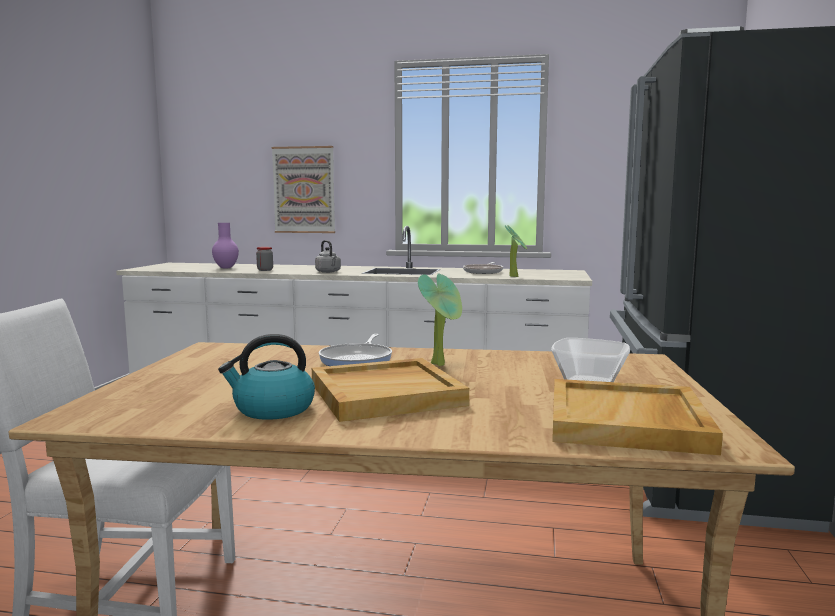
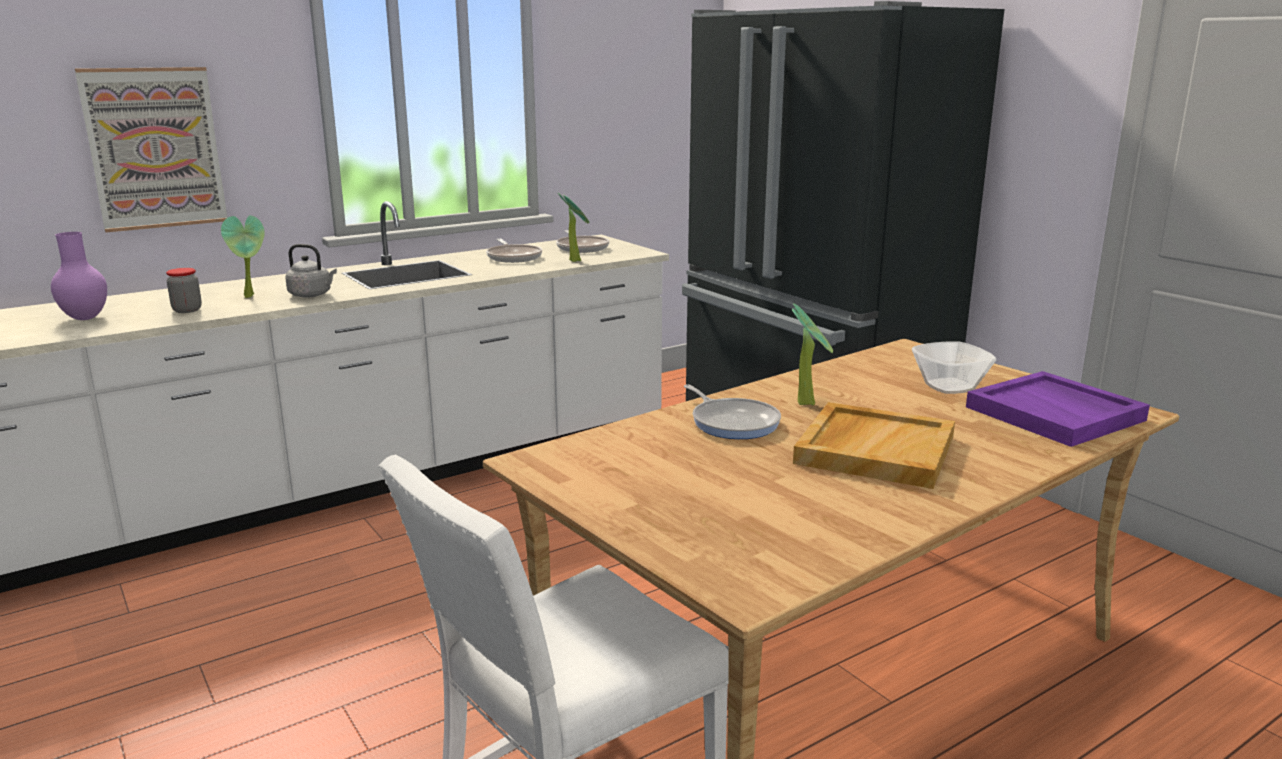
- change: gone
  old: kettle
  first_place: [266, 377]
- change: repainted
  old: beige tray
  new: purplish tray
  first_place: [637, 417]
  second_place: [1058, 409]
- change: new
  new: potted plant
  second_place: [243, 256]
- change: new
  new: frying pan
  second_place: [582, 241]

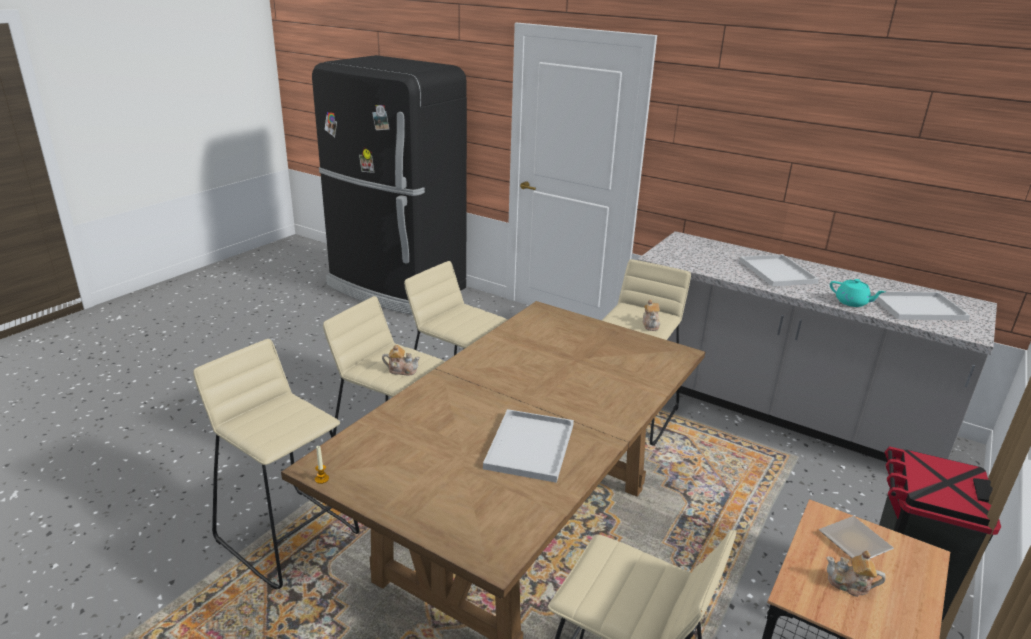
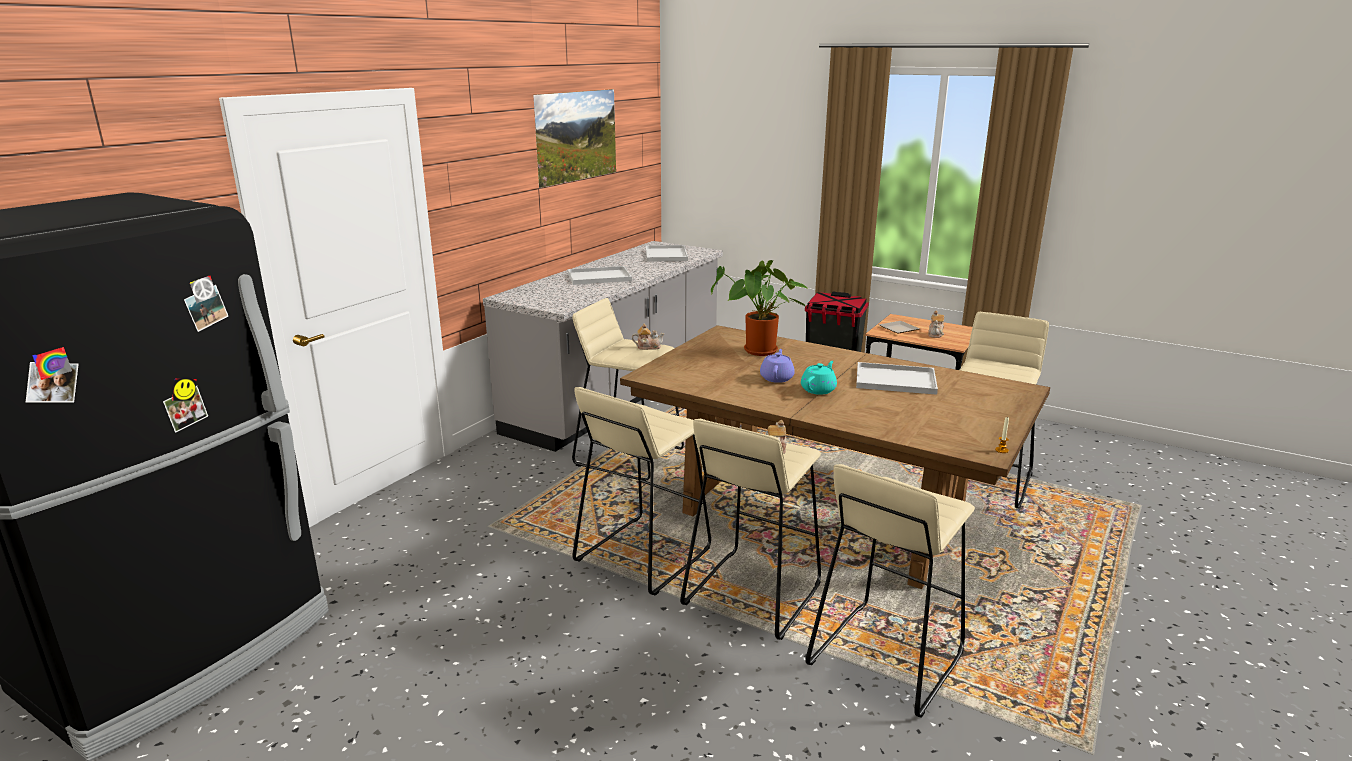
- change: shifted
  old: turquoise-coloured pot for tea
  first_place: [857, 293]
  second_place: [819, 378]
- change: new
  new: wall picture
  second_place: [574, 138]
- change: new
  new: potted plant
  second_place: [760, 308]
- change: new
  new: purplish pot for tea
  second_place: [777, 366]

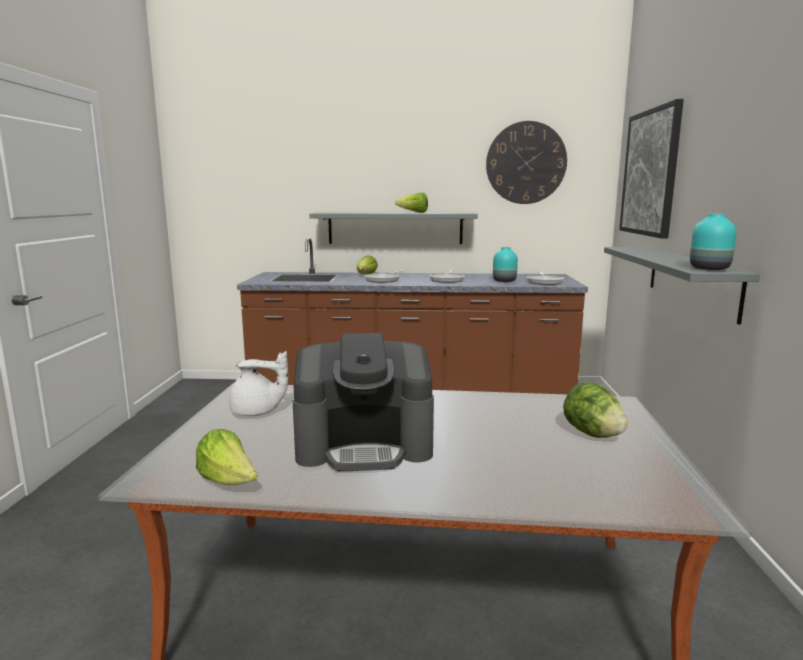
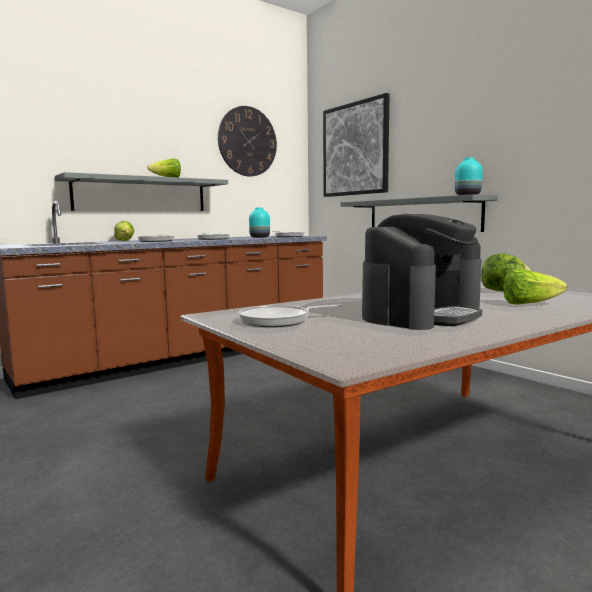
- change: swapped
  old: whitish pot for tea
  new: frying pan
  first_place: [258, 383]
  second_place: [290, 315]
- change: shifted
  old: lettuce head
  first_place: [226, 457]
  second_place: [535, 287]

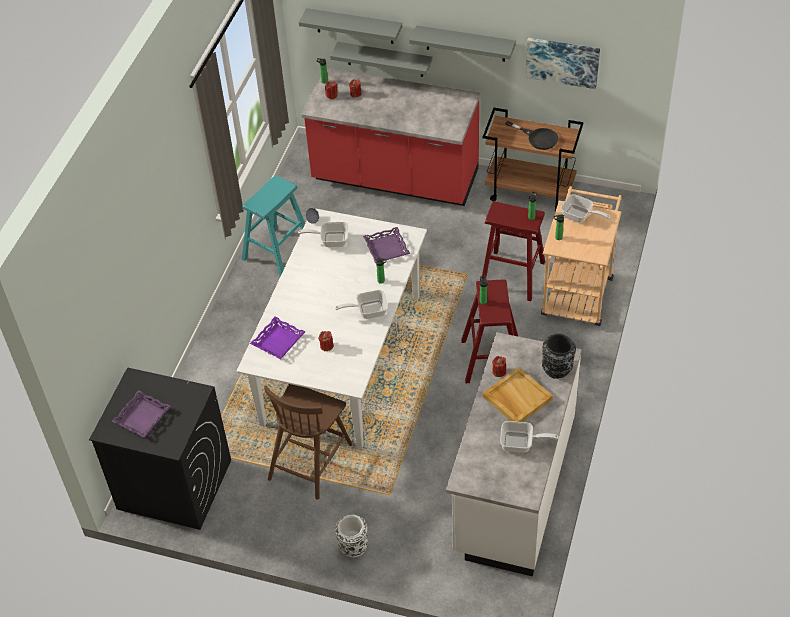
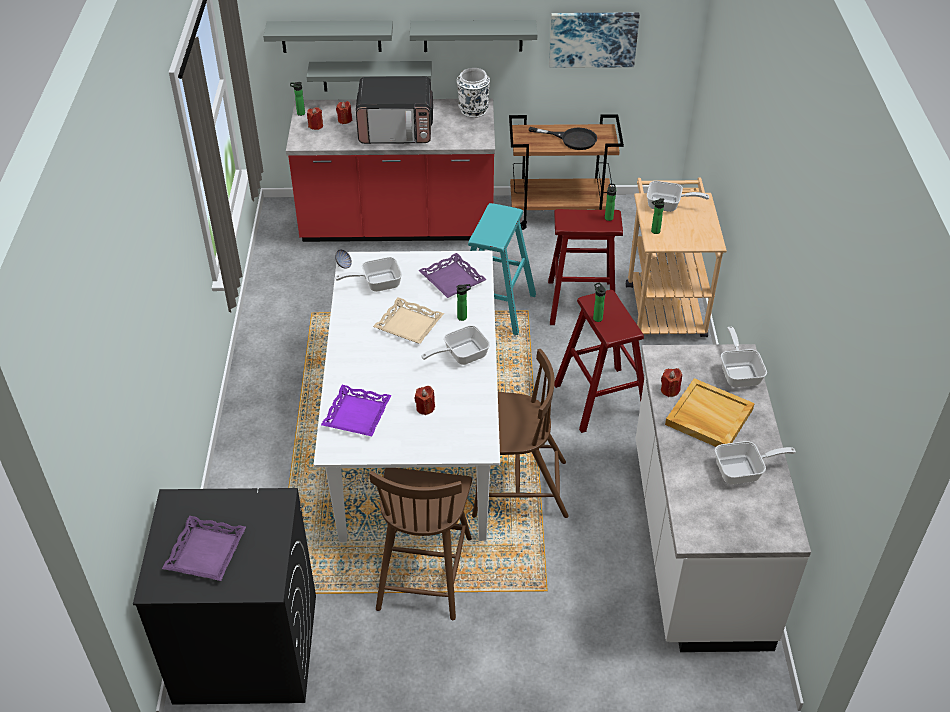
- change: shifted
  old: turquoise-coloured stool seat
  first_place: [273, 226]
  second_place: [502, 269]
- change: swapped
  old: black-coloured flower vase
  new: frying pan
  first_place: [559, 356]
  second_place: [744, 357]
- change: shifted
  old: whitish flower vase
  first_place: [351, 536]
  second_place: [473, 93]
- change: new
  new: microwave
  second_place: [394, 110]
- change: new
  new: beige tray
  second_place: [408, 320]
- change: new
  new: brown-coloured plain chair
  second_place: [520, 433]

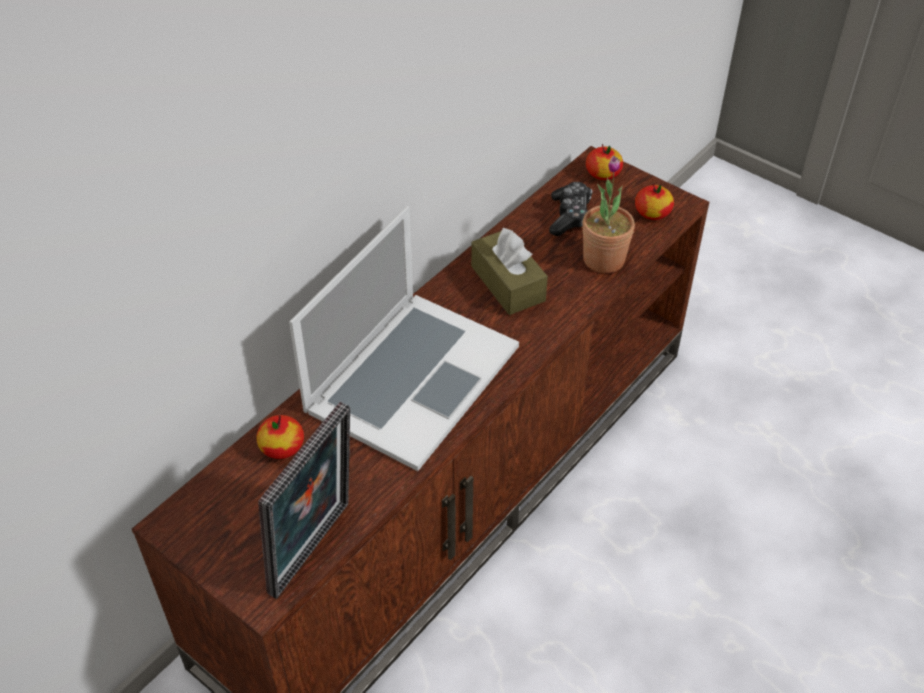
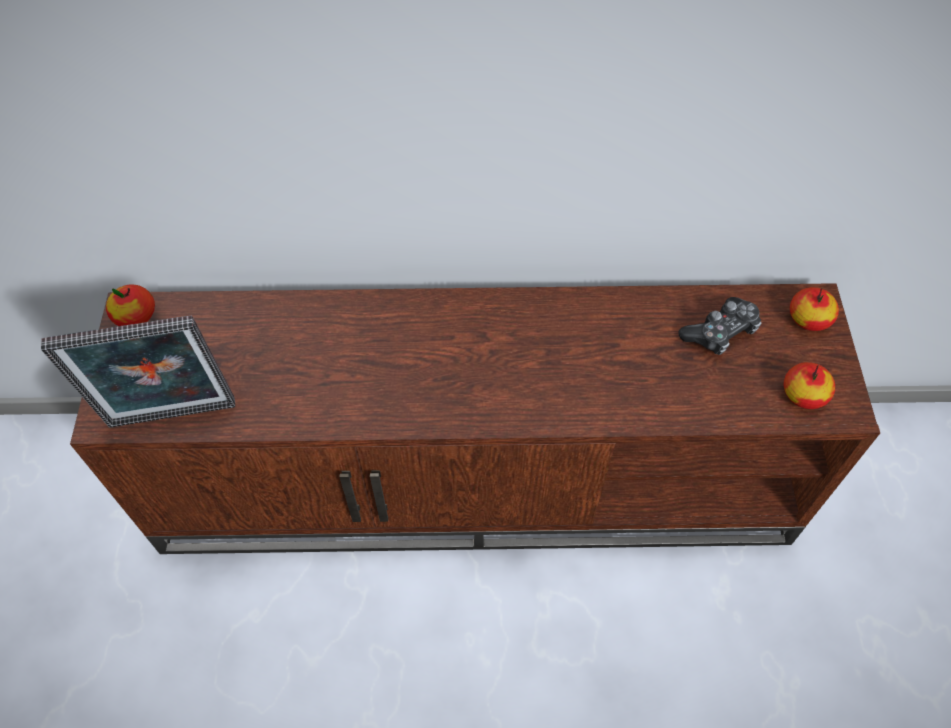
- change: gone
  old: potted plant
  first_place: [609, 214]
- change: gone
  old: notebook computer
  first_place: [404, 338]
- change: gone
  old: brown-coloured tissue box
  first_place: [509, 271]
- change: shifted
  old: apple
  first_place: [280, 437]
  second_place: [130, 305]

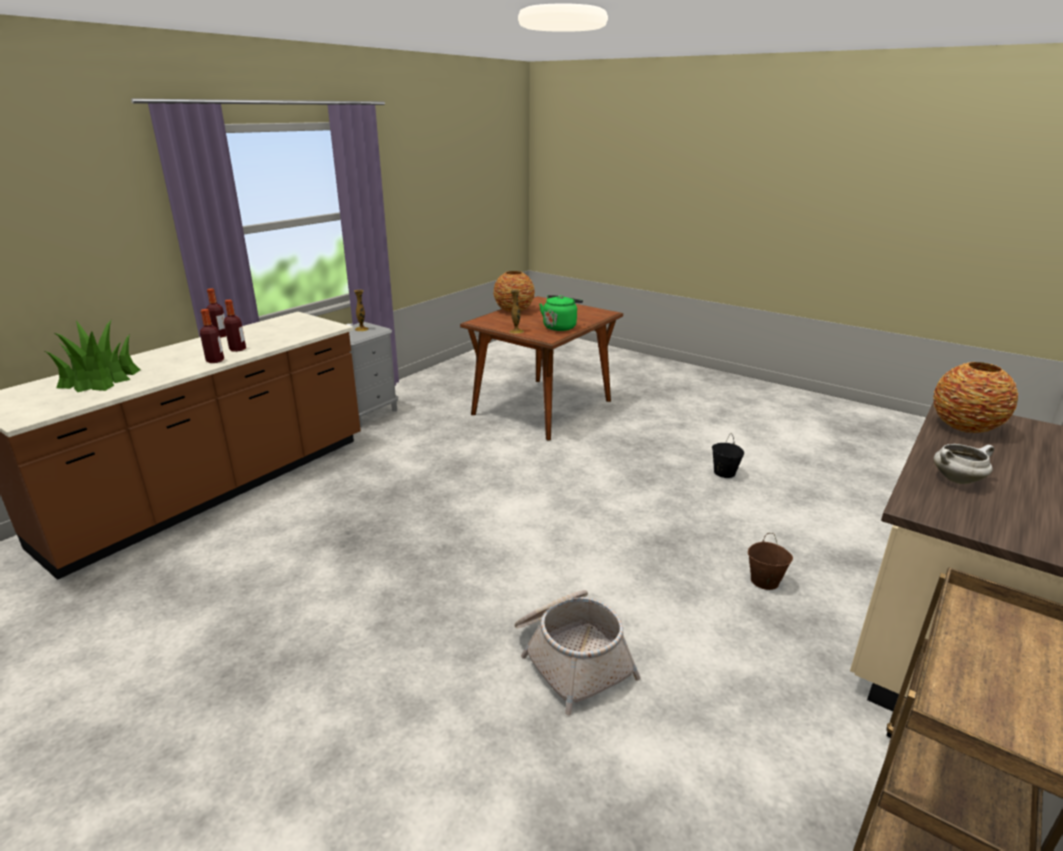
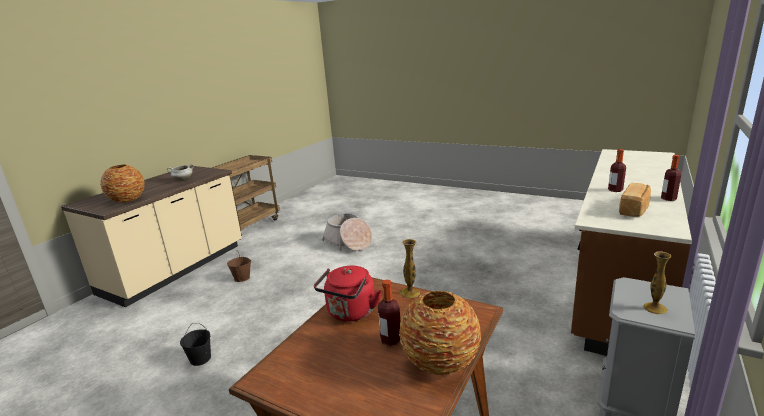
- change: repainted
  old: greenish kettle
  new: red-coloured kettle
  first_place: [561, 313]
  second_place: [348, 294]
- change: shifted
  old: bottle
  first_place: [212, 336]
  second_place: [389, 313]
- change: gone
  old: potted plant
  first_place: [92, 356]
- change: new
  new: bread
  second_place: [635, 200]

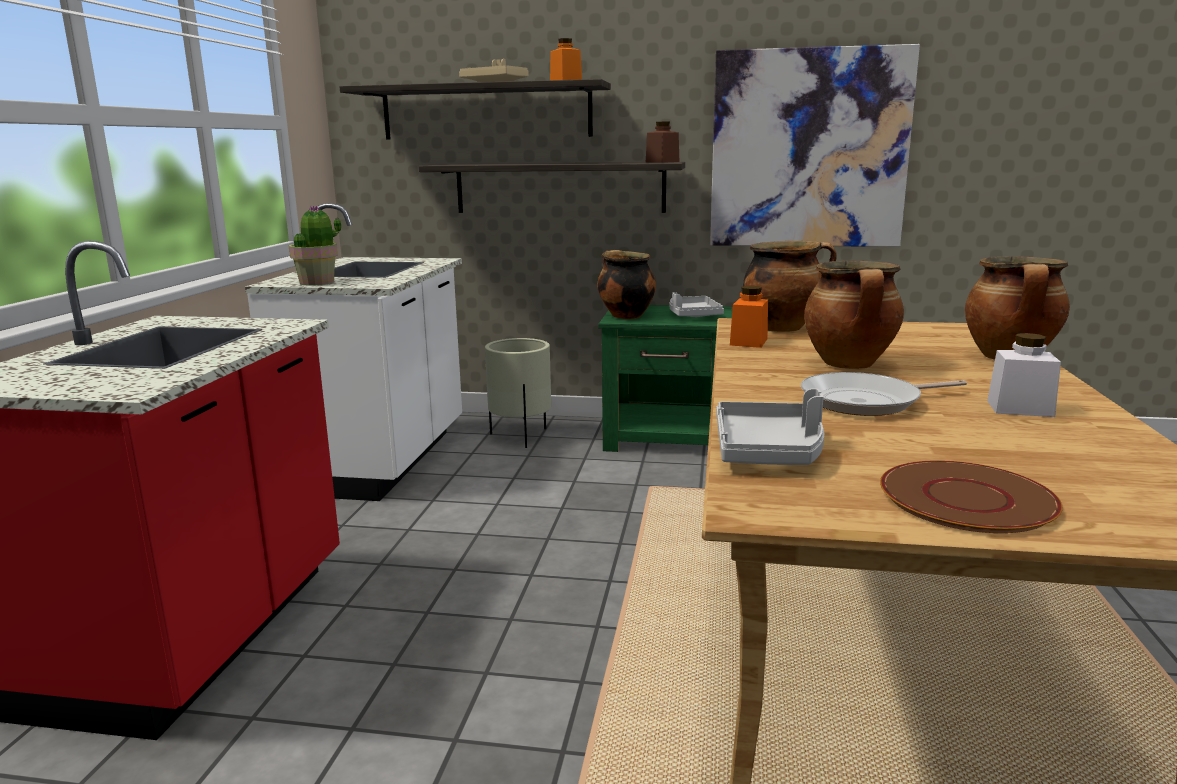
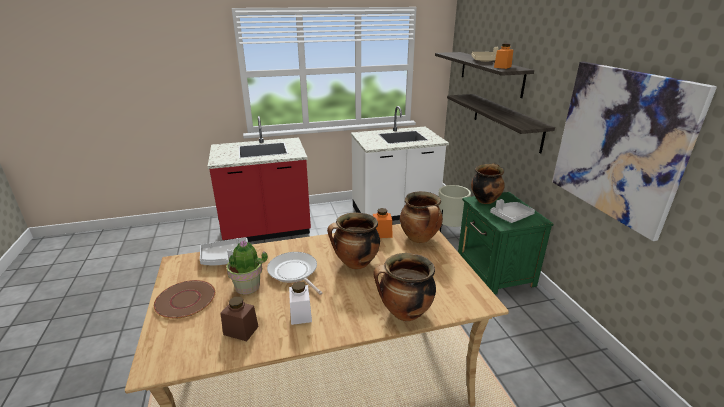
- change: shifted
  old: brown-coloured storage jar
  first_place: [662, 142]
  second_place: [239, 319]
- change: shifted
  old: potted plant
  first_place: [315, 245]
  second_place: [247, 267]

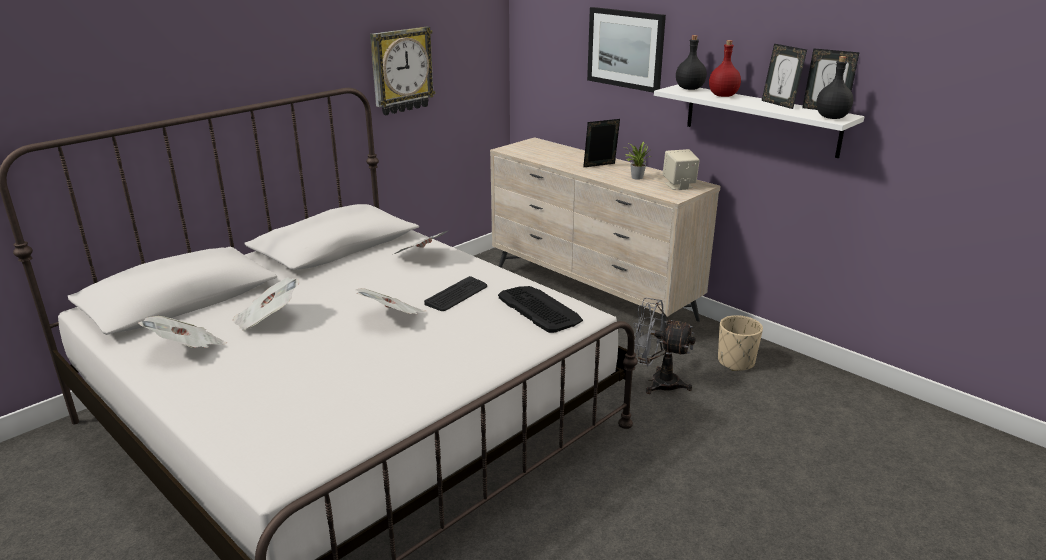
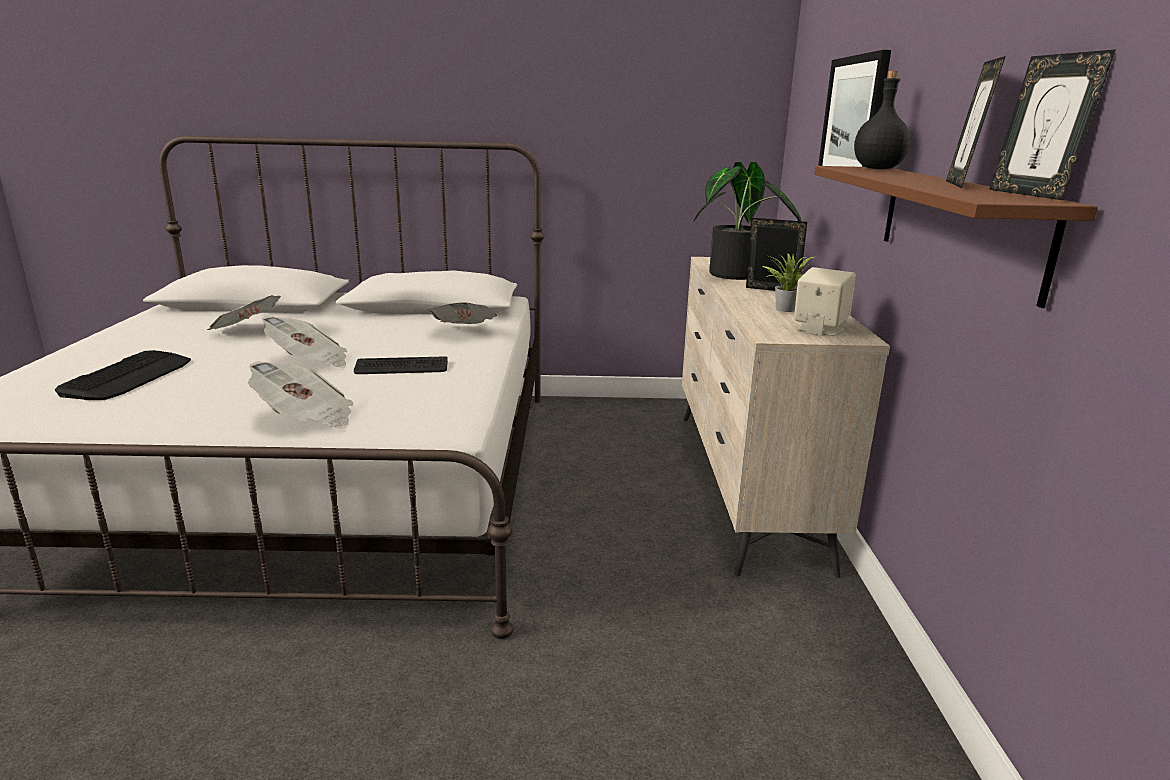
- change: gone
  old: hanging clock
  first_place: [402, 71]
- change: gone
  old: red-coloured bottle
  first_place: [725, 68]
- change: gone
  old: black-coloured bottle
  first_place: [834, 87]
- change: repainted
  old: whitish bracket shelf
  new: brown-coloured bracket shelf
  first_place: [759, 121]
  second_place: [956, 237]
- change: shifted
  old: computer keyboard
  first_place: [540, 309]
  second_place: [123, 375]
- change: gone
  old: greyish fan
  first_place: [665, 346]
- change: gone
  old: beige flower pot
  first_place: [740, 343]
- change: shifted
  old: newspaper
  first_place: [183, 332]
  second_place: [300, 395]
- change: new
  new: potted plant
  second_place: [748, 221]

